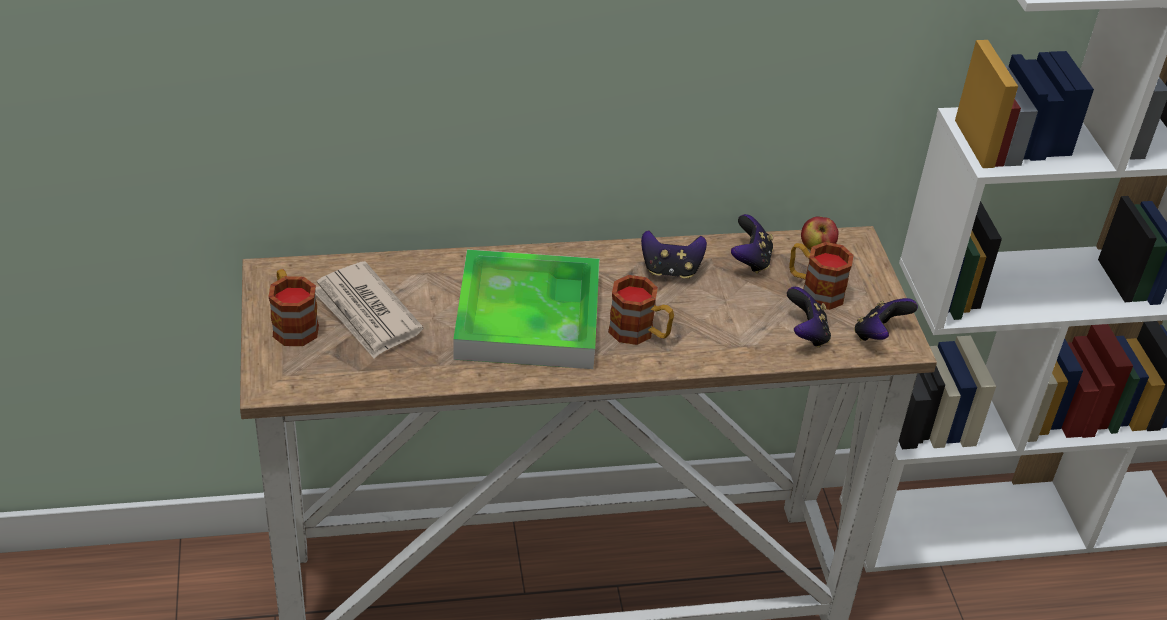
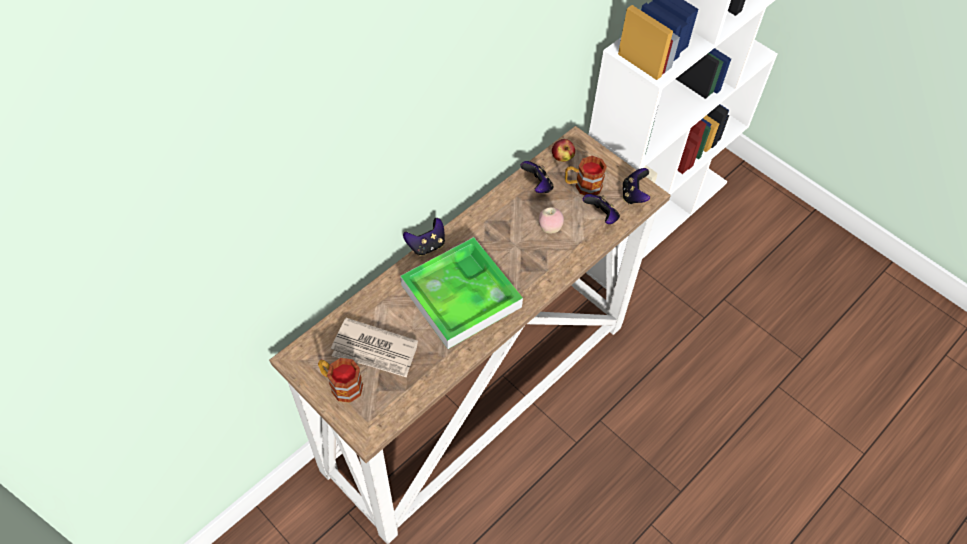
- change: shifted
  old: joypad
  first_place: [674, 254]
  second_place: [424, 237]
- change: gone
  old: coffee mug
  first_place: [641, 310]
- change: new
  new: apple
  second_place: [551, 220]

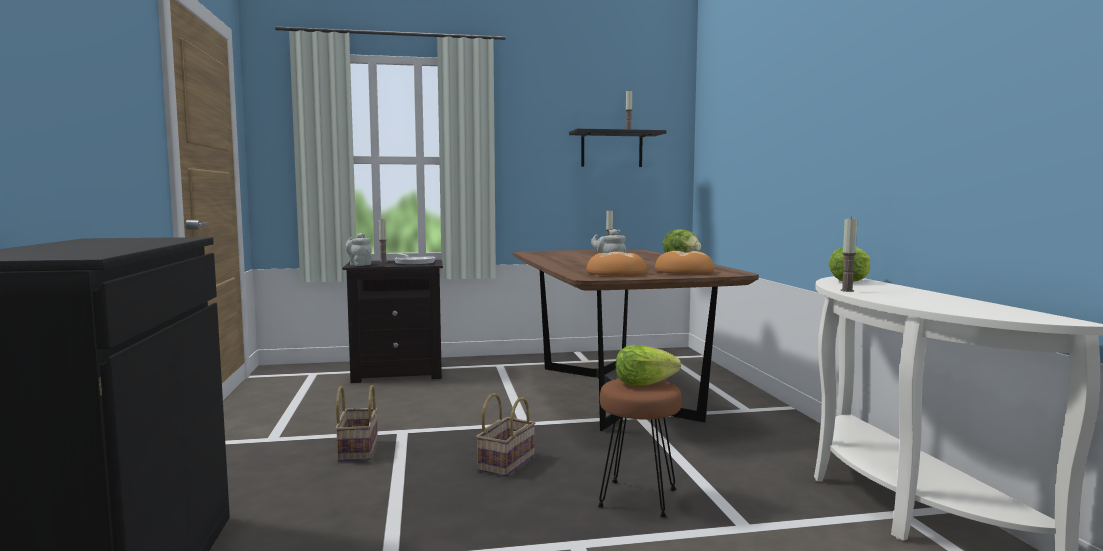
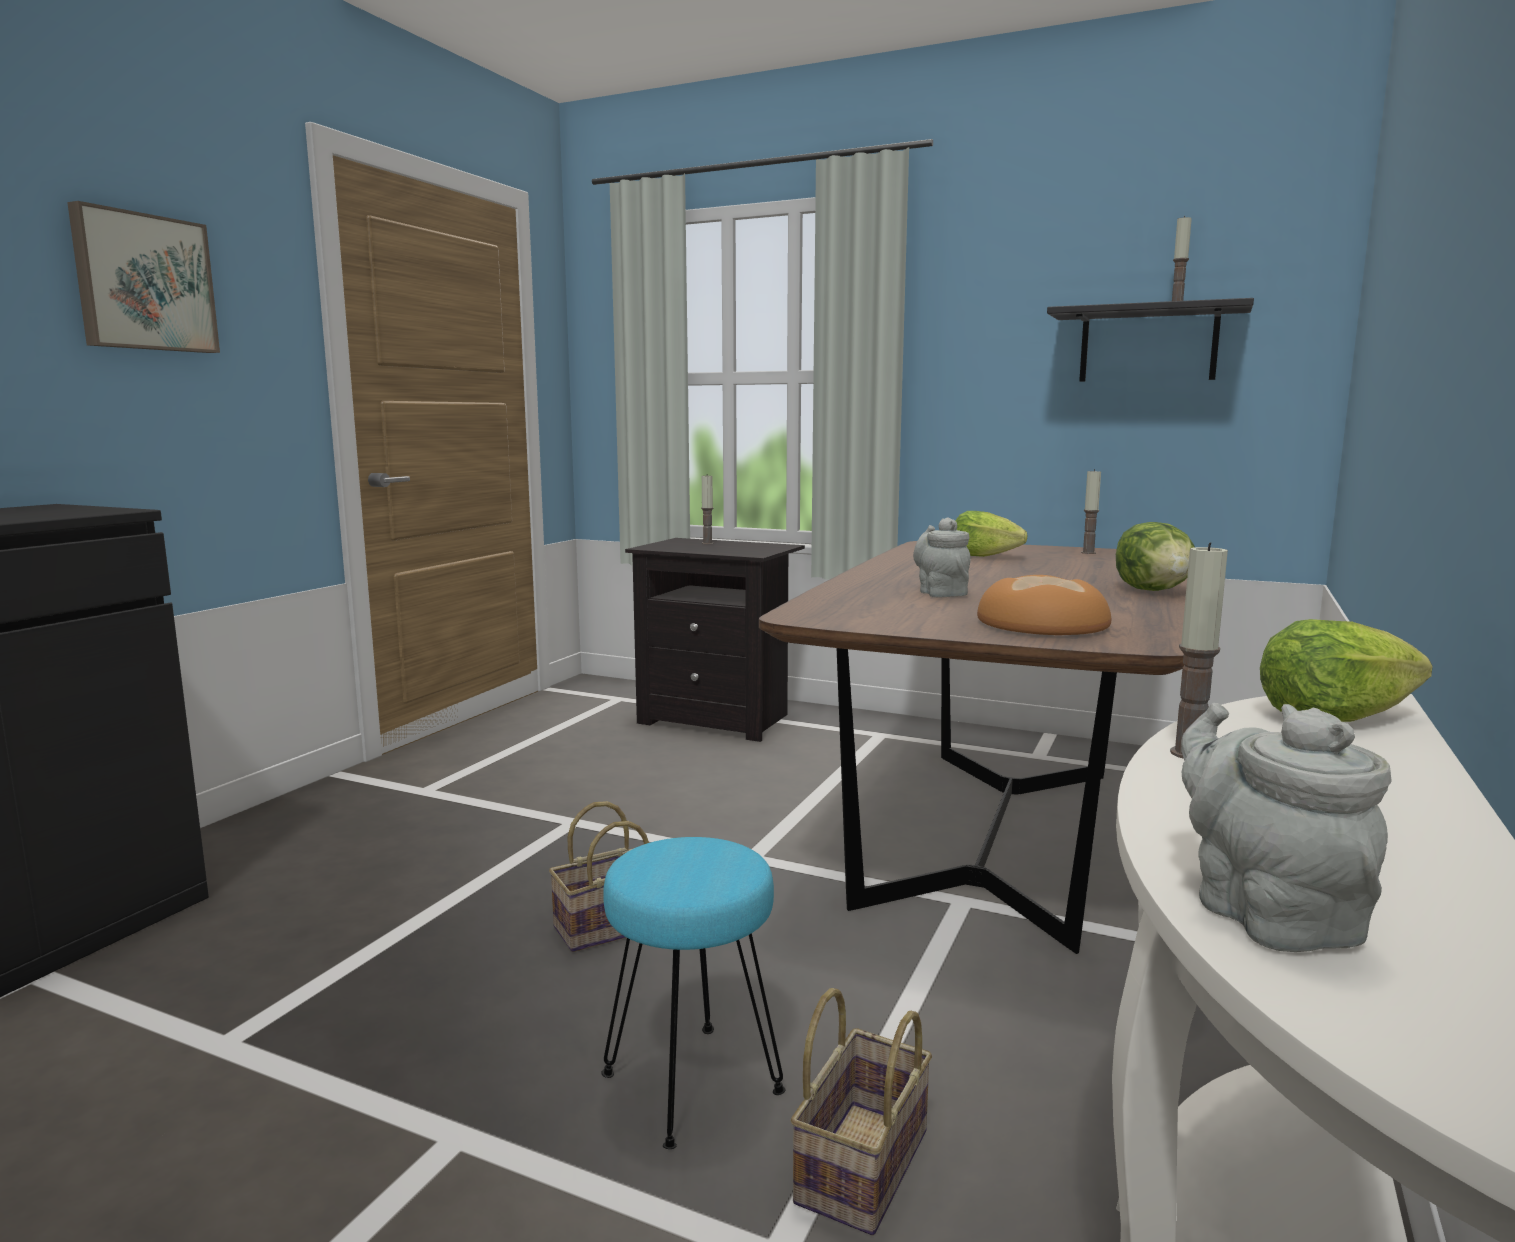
- change: shifted
  old: greyish pot for tea
  first_place: [359, 249]
  second_place: [1286, 827]
- change: gone
  old: bread
  first_place: [616, 263]
- change: gone
  old: frying pan
  first_place: [414, 259]
- change: shifted
  old: lettuce head
  first_place: [648, 365]
  second_place: [991, 534]
- change: repainted
  old: brown-coloured stool seat
  new: turquoise-coloured stool seat
  first_place: [640, 448]
  second_place: [693, 993]
- change: shifted
  old: household basket
  first_place: [356, 423]
  second_place: [861, 1111]
- change: new
  new: wall picture
  second_place: [143, 277]

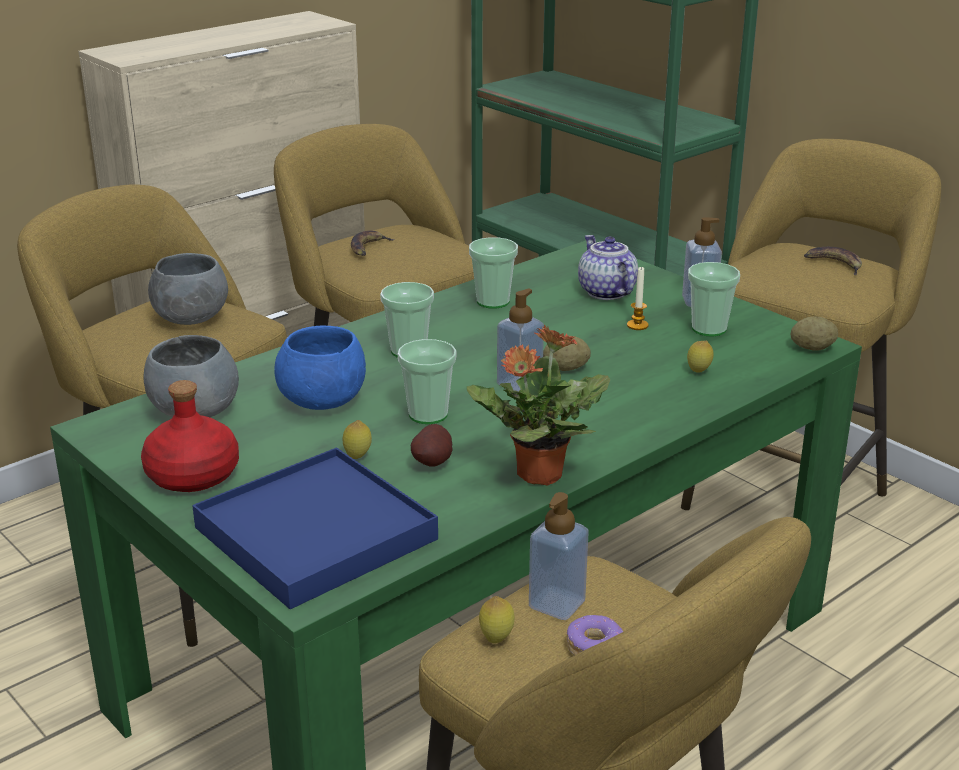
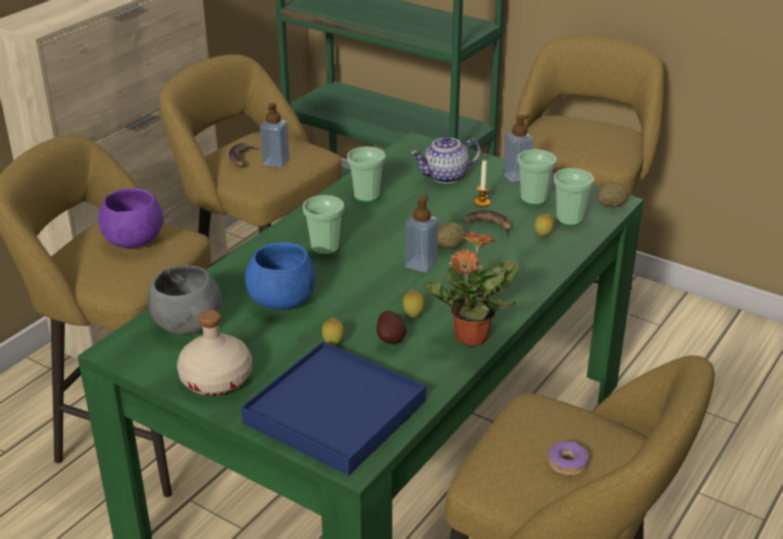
- change: rotated
  old: pot for tea
  first_place: [608, 267]
  second_place: [446, 159]
  degrees: -75
- change: shifted
  old: banana fruit
  first_place: [833, 261]
  second_place: [487, 223]
- change: repainted
  old: greyish deep dish
  new: purplish deep dish
  first_place: [188, 289]
  second_place: [130, 218]
- change: shifted
  old: cup
  first_place: [427, 381]
  second_place: [574, 197]
- change: repainted
  old: red-coloured bottle
  new: beige bottle
  first_place: [190, 436]
  second_place: [214, 353]
- change: shifted
  old: soap bottle
  first_place: [559, 556]
  second_place: [274, 135]
- change: shifted
  old: whole lemon
  first_place: [497, 619]
  second_place: [413, 303]

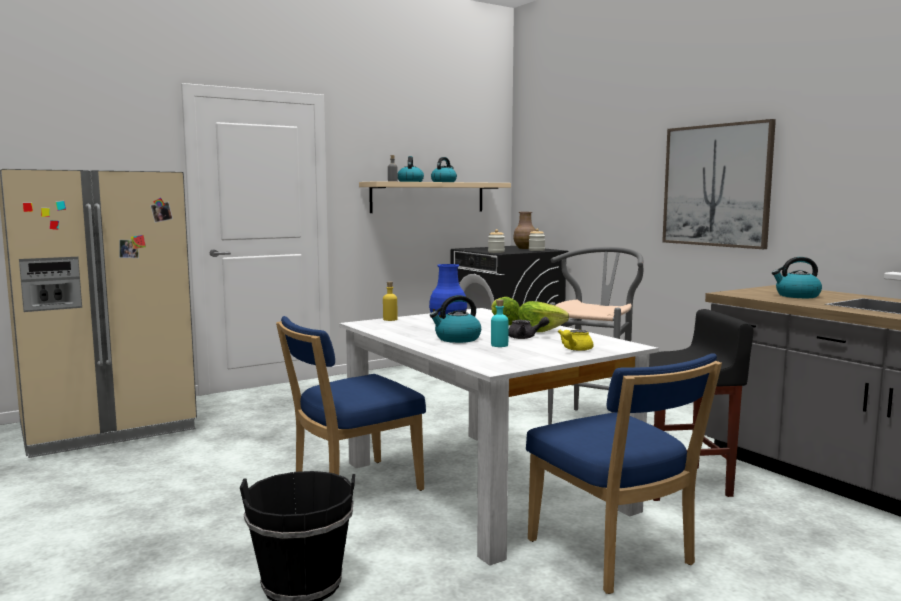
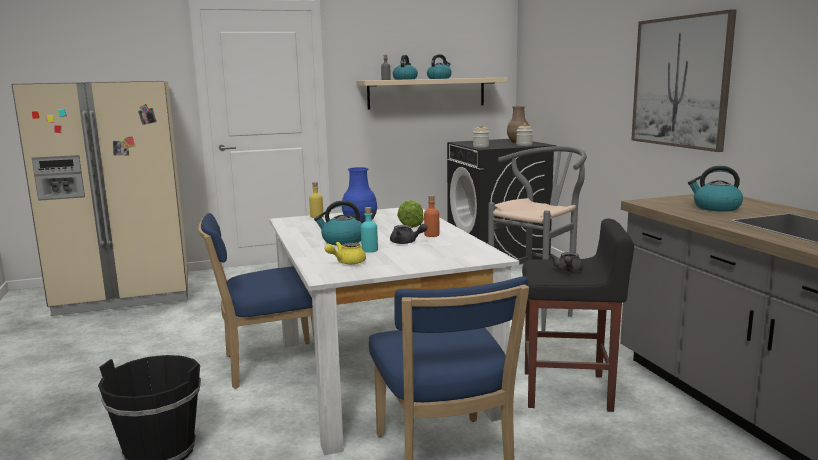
- change: swapped
  old: lettuce head
  new: orange bottle
  first_place: [543, 316]
  second_place: [431, 216]
- change: shifted
  old: yellow pot for tea
  first_place: [575, 340]
  second_place: [345, 253]
- change: new
  new: greyish pot for tea
  second_place: [566, 262]

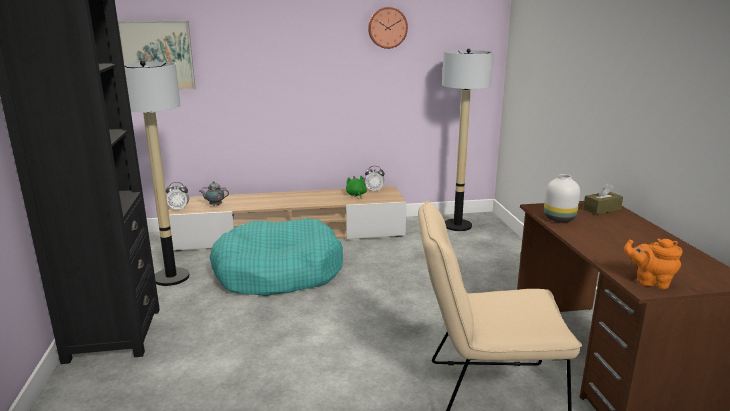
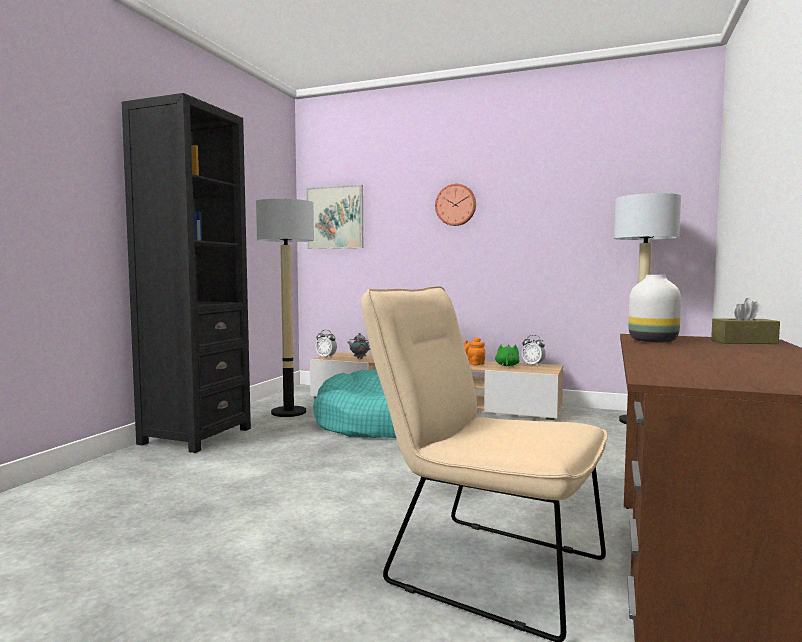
- change: shifted
  old: hanging clock
  first_place: [388, 28]
  second_place: [455, 205]
- change: shifted
  old: orange pot for tea
  first_place: [653, 264]
  second_place: [474, 351]

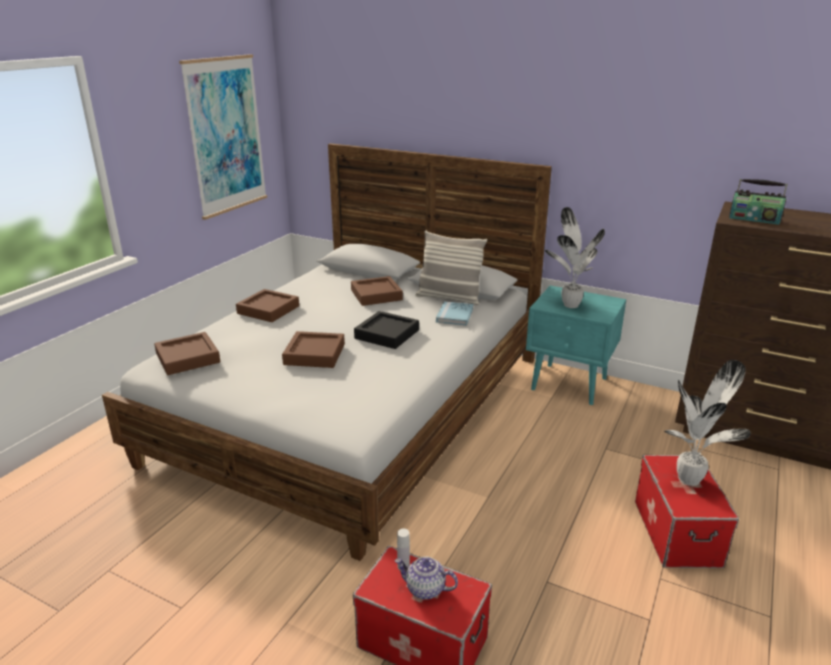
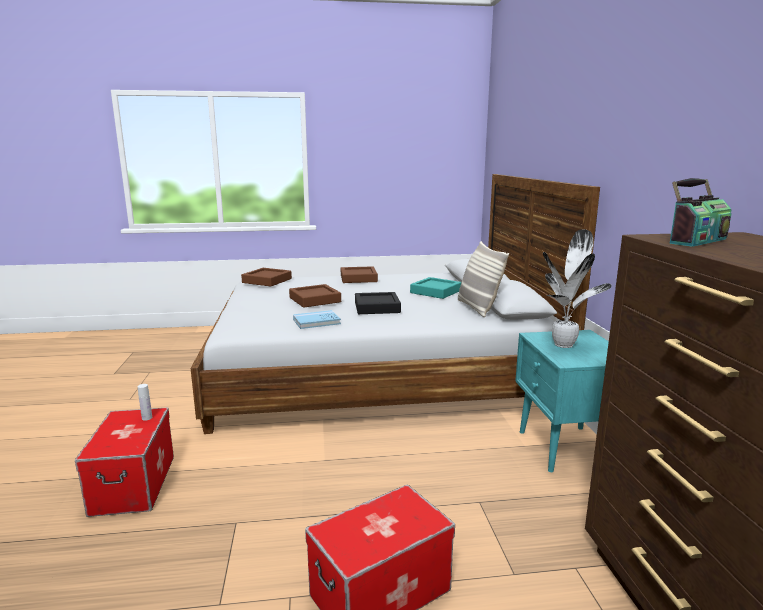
- change: gone
  old: wall picture
  first_place: [223, 137]
- change: rotated
  old: radio receiver
  first_place: [758, 202]
  second_place: [700, 212]
  degrees: -120
- change: repainted
  old: brown-coloured tray
  new: turquoise-coloured tray
  first_place: [377, 291]
  second_place: [435, 288]
- change: shifted
  old: blue volume
  first_place: [454, 313]
  second_place: [317, 319]
- change: gone
  old: potted plant
  first_place: [707, 423]
- change: gone
  old: pot for tea
  first_place: [426, 578]

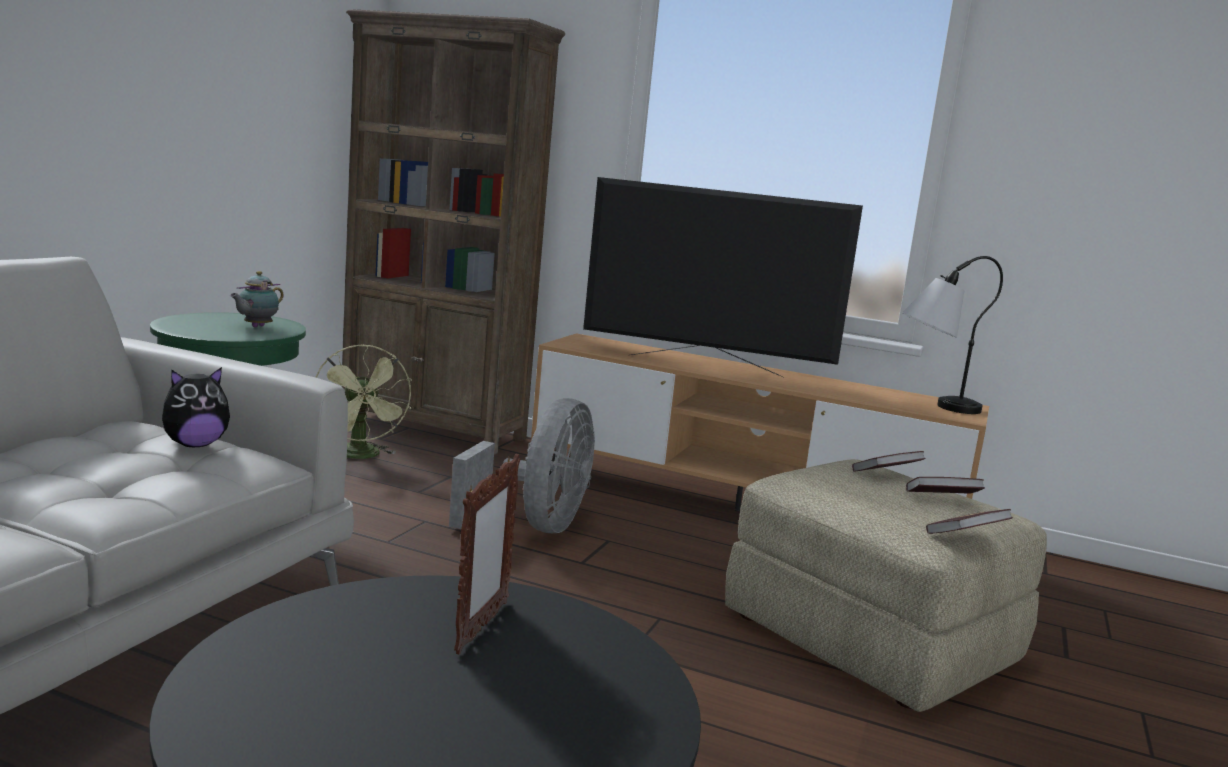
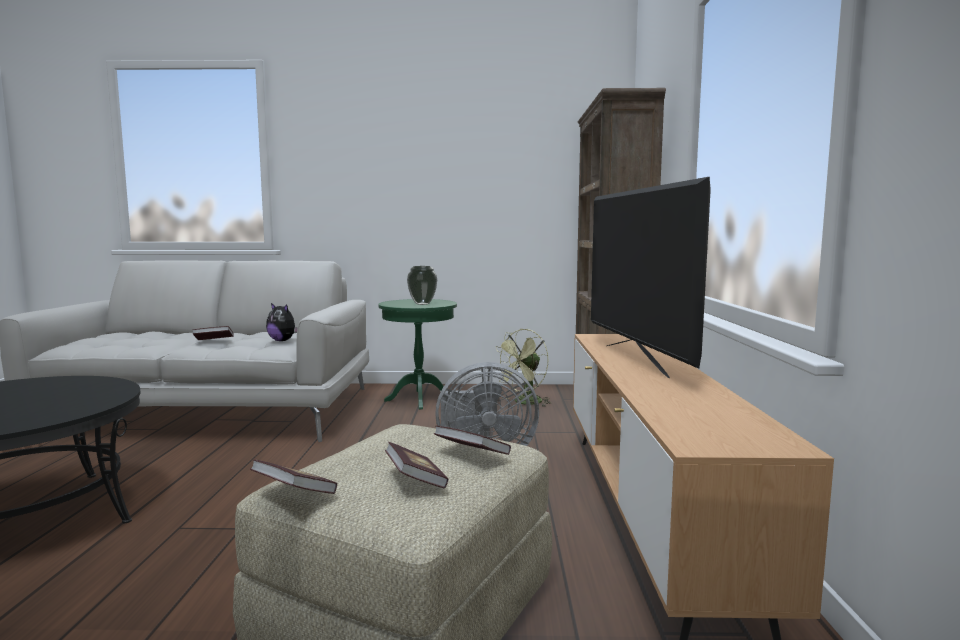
- change: gone
  old: lamp for a table
  first_place: [952, 335]
- change: swapped
  old: pot for tea
  new: flower vase
  first_place: [257, 299]
  second_place: [422, 285]
- change: gone
  old: picture frame
  first_place: [487, 554]
- change: new
  new: volume
  second_place: [213, 333]

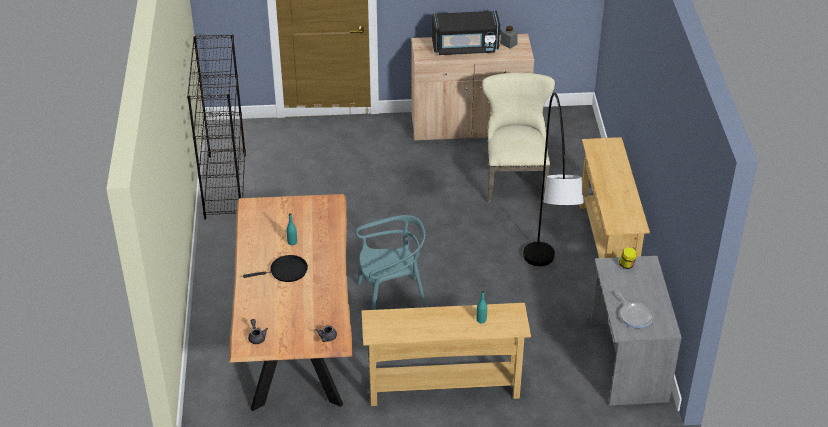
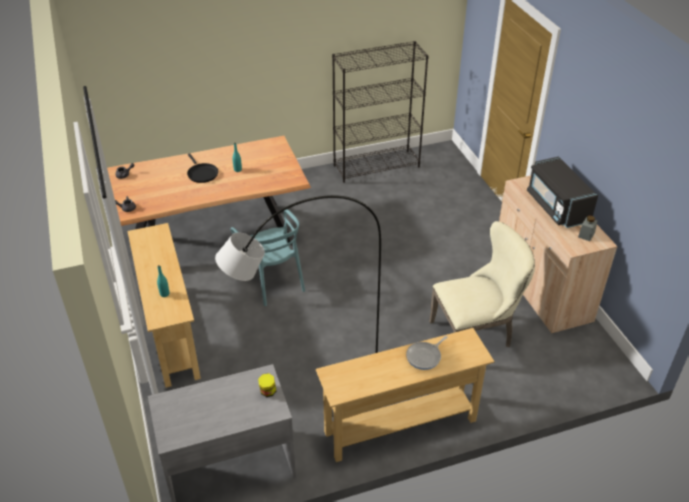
- change: shifted
  old: frying pan
  first_place: [635, 310]
  second_place: [427, 353]

